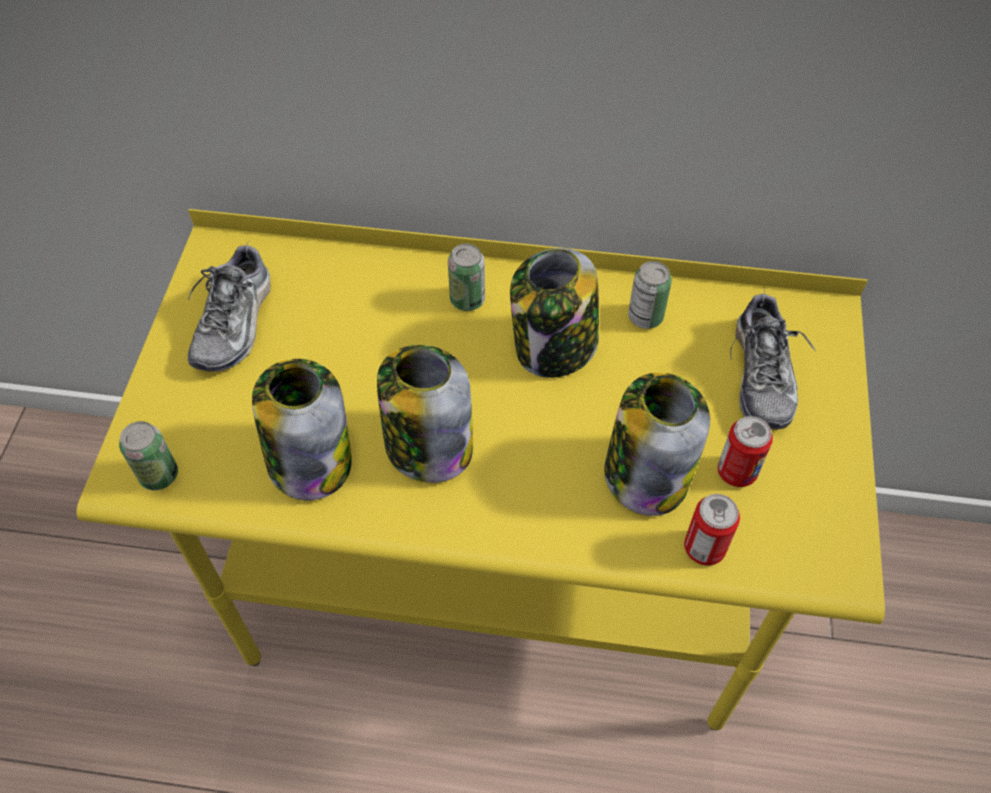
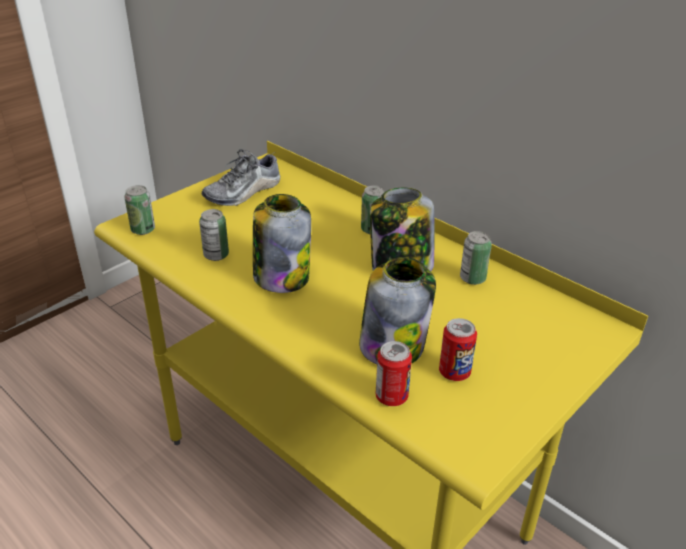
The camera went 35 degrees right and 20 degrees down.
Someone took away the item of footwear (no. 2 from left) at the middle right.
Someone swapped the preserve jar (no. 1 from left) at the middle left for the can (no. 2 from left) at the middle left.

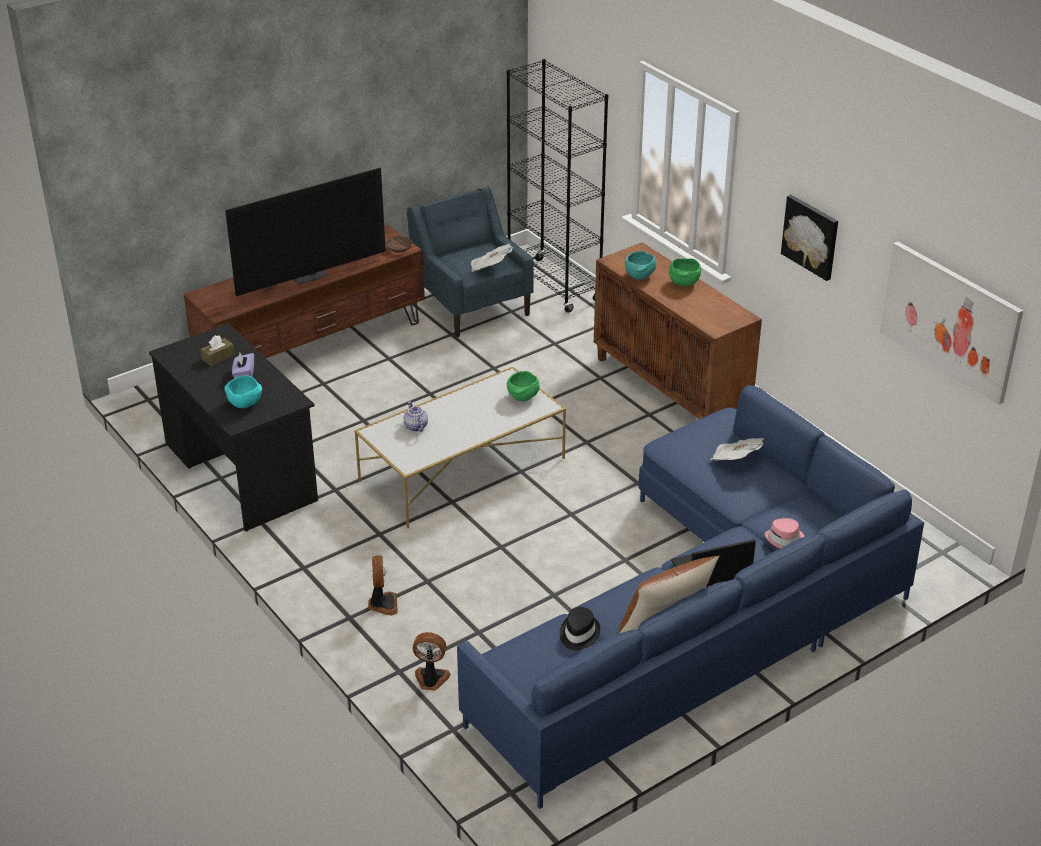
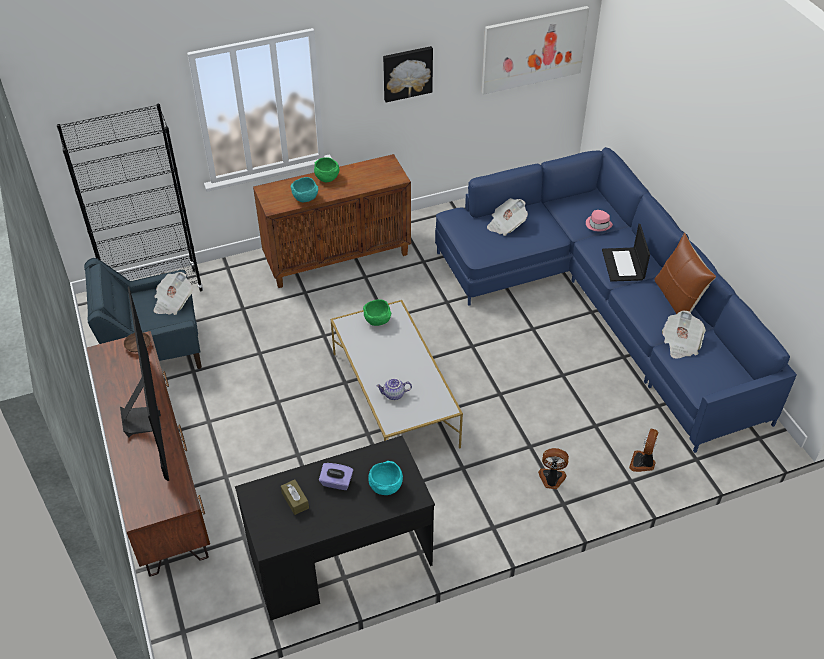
The camera went 75 degrees left and 10 degrees up.
Someone swapped the black-coloured hat at the bottom centre for the newspaper (no. 3 from left) at the middle right.

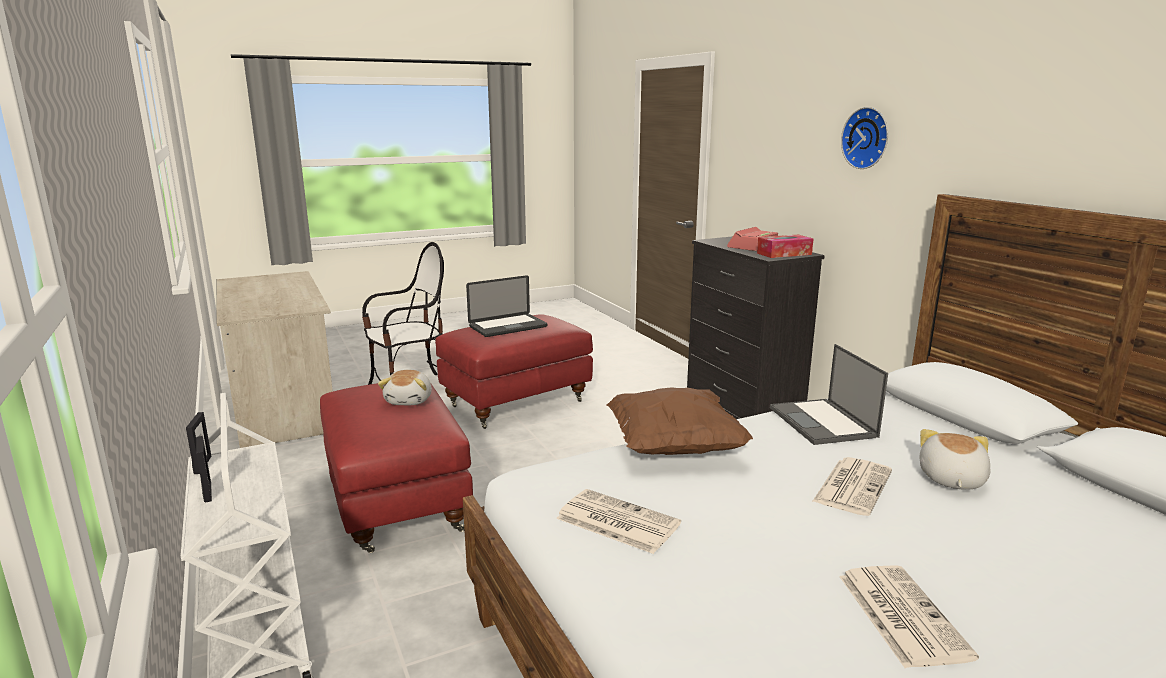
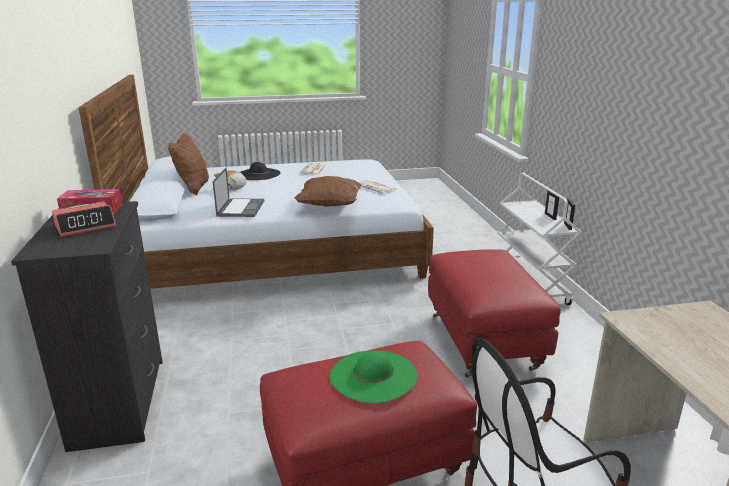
The camera went 165 degrees left and 5 degrees up.
Someone took away the wall clock at the top right.
Someone swapped the laptop (no. 1 from left) at the centre for the green-coloured hat at the bottom centre.
Someone took away the plush toy (no. 1 from left) at the centre.
Someone took away the newspaper (no. 2 from left) at the bottom right.
Someone put down the brown-coloured cushion (no. 1 from left) at the middle left.
Someone put down the black-coloured hat at the centre.

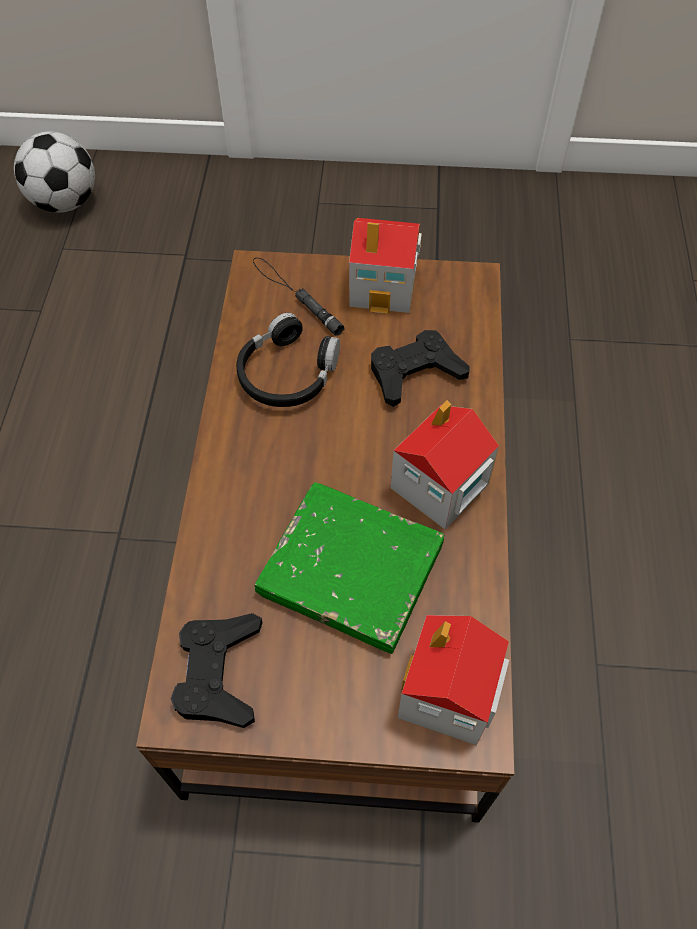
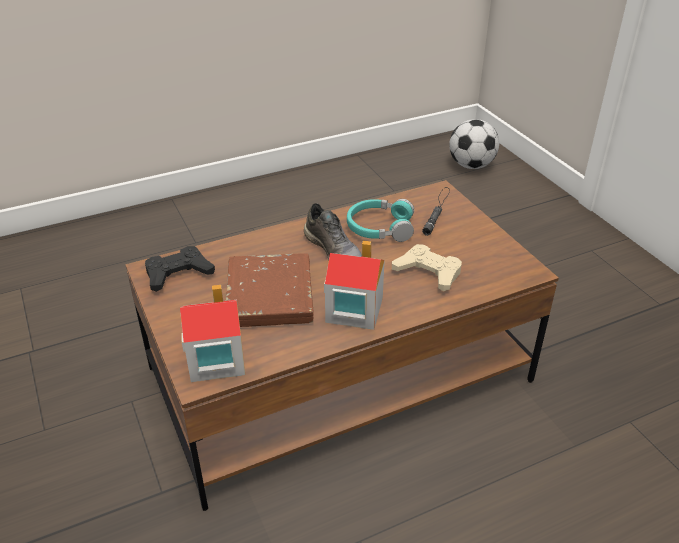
The camera went 60 degrees right and 20 degrees down.
Someone took away the toy house (no. 1 from left) at the top centre.
Someone repainted the black-coloured pair of headphones at the centre, which became the turquoise-coloured pair of headphones at the centre.
Someone repainted the black-coloured gamepad (no. 2 from left) at the centre, which became the beige gamepad at the centre.
Someone repainted the green-coloured book at the centre, which became the brown-coloured book at the centre.
Someone put down the greyish item of footwear at the centre.

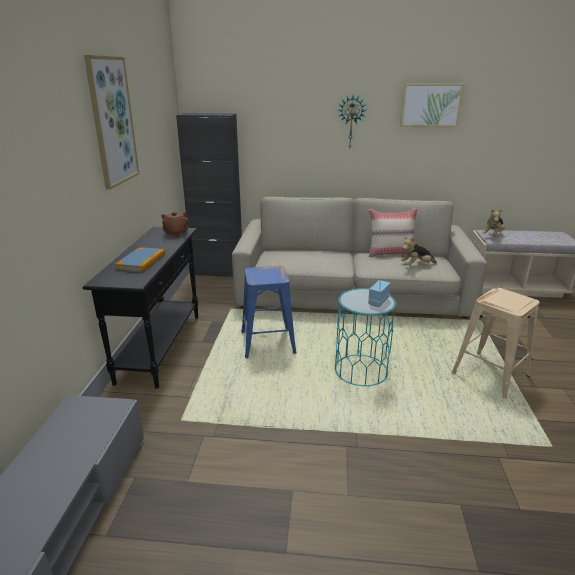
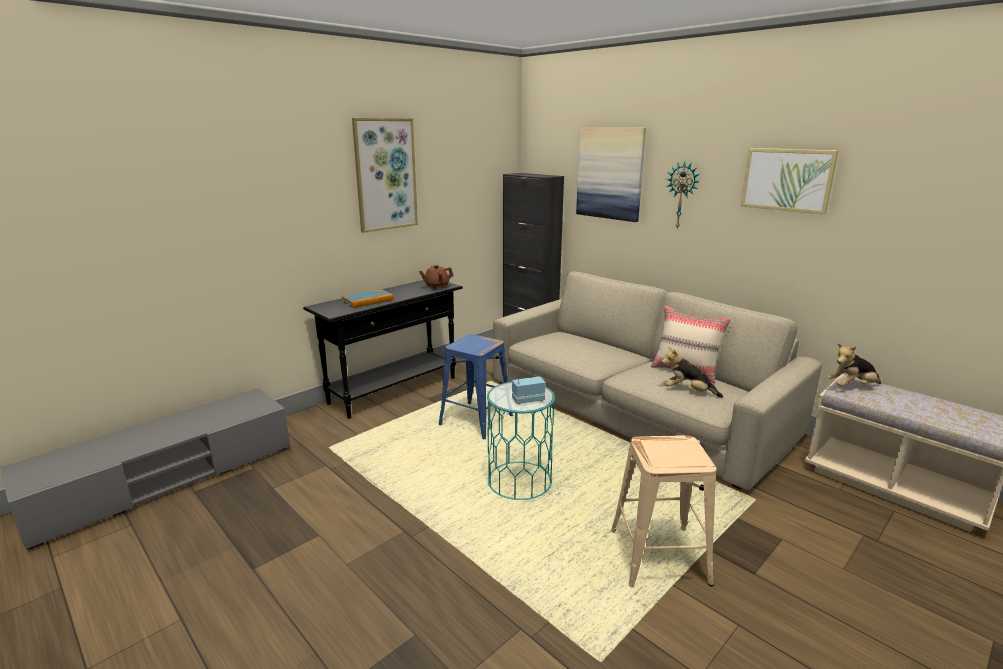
The camera went 40 degrees right and 5 degrees down.
Someone put up the picture (no. 2 from left) at the top centre.

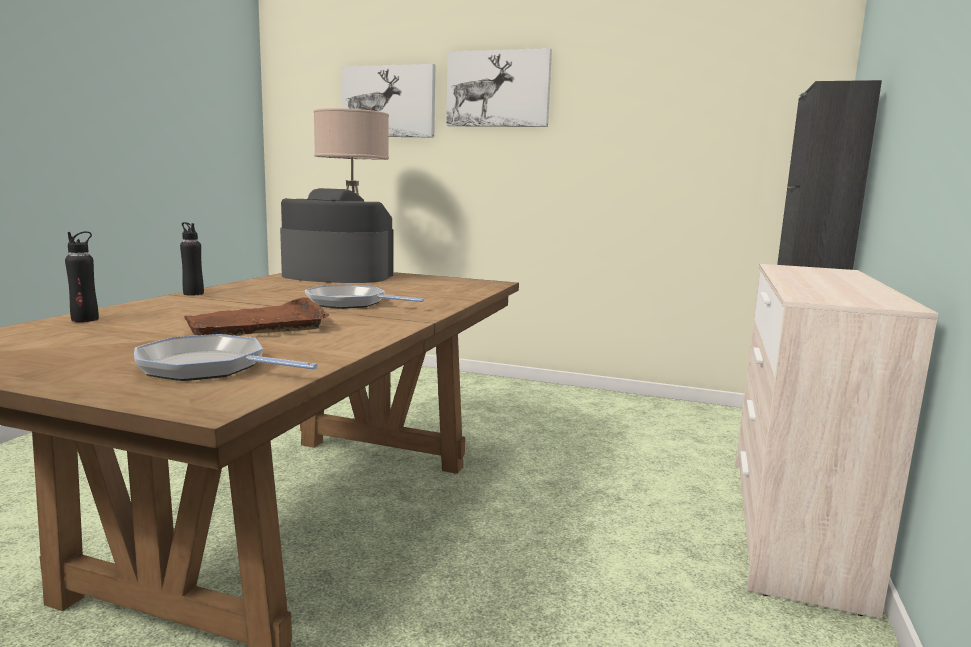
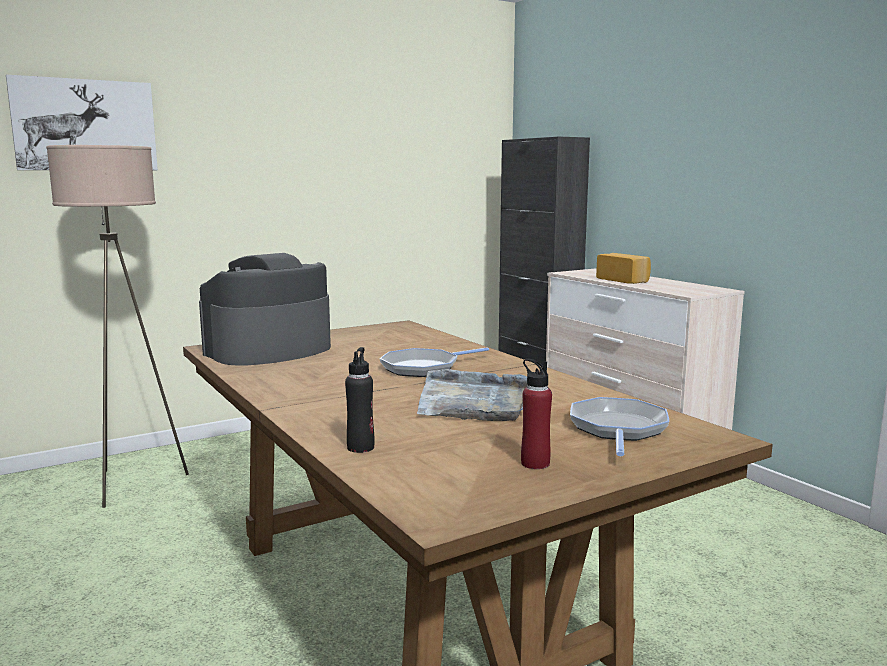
The camera went 50 degrees left and 0 degrees up.
Someone took away the picture (no. 2 from left) at the top centre.
Someone took away the black-coloured drink bottle (no. 2 from left) at the middle left.
Someone repainted the brown-coloured carrying tray at the middle left, which became the greyish carrying tray at the centre.
Someone rotated the frying pan (no. 1 from left in the first image) at the middle left by 135 degrees clockwise.
Someone put down the bakery bread at the middle right.
Someone put down the red drink bottle at the centre.

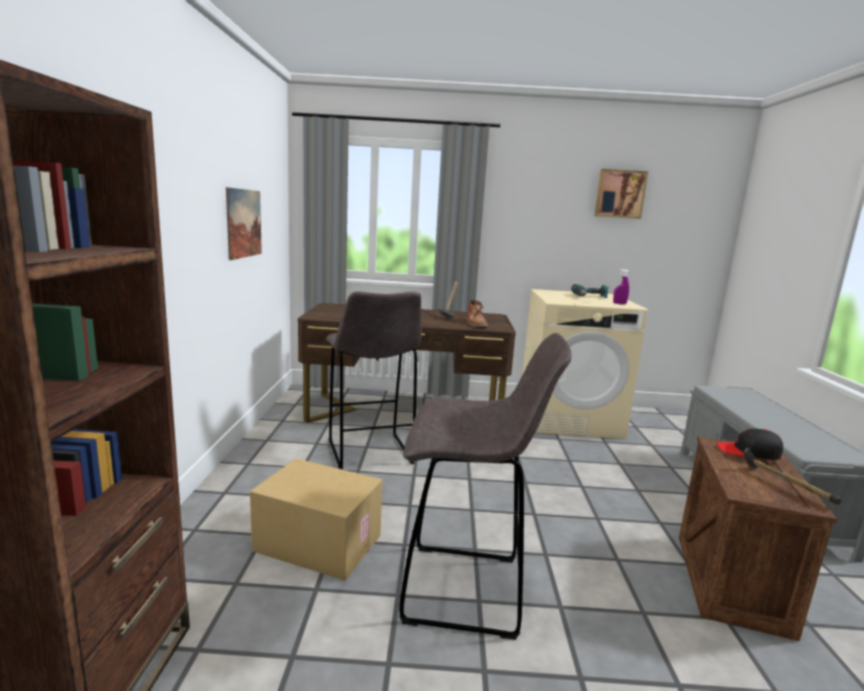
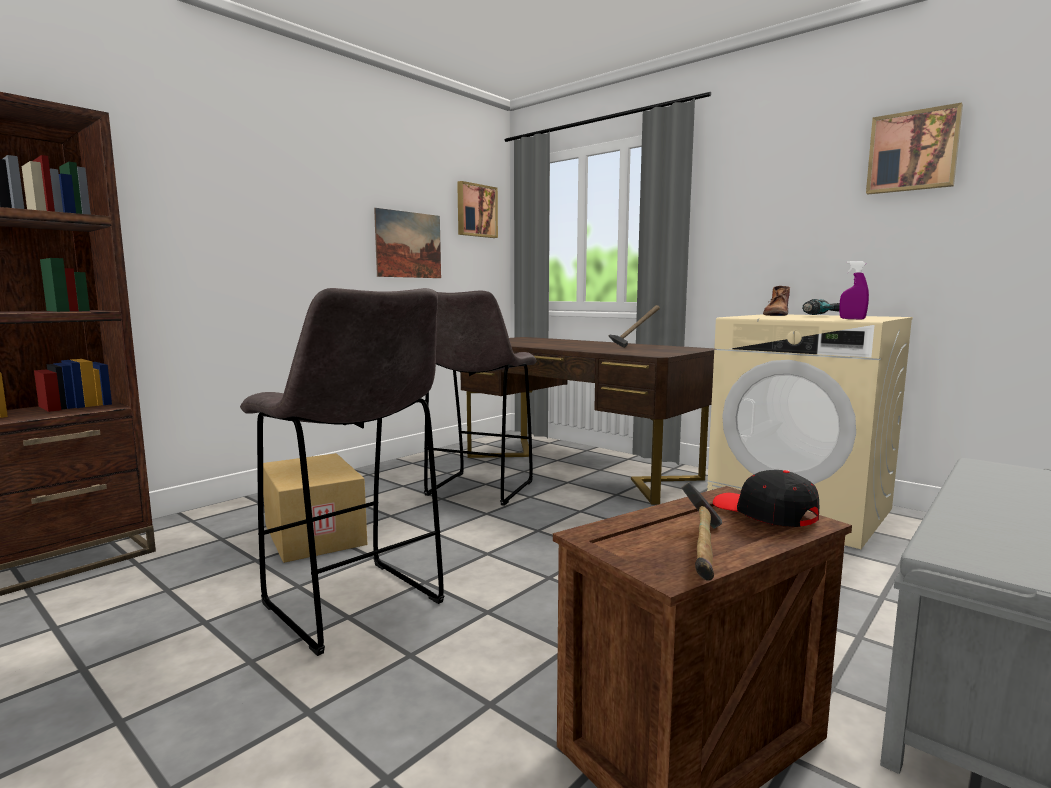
The camera went 40 degrees right and 5 degrees down.
Someone carried the brown-coloured tall boot from the centre to the middle right.
Someone put up the picture (no. 2 from left) at the top centre.

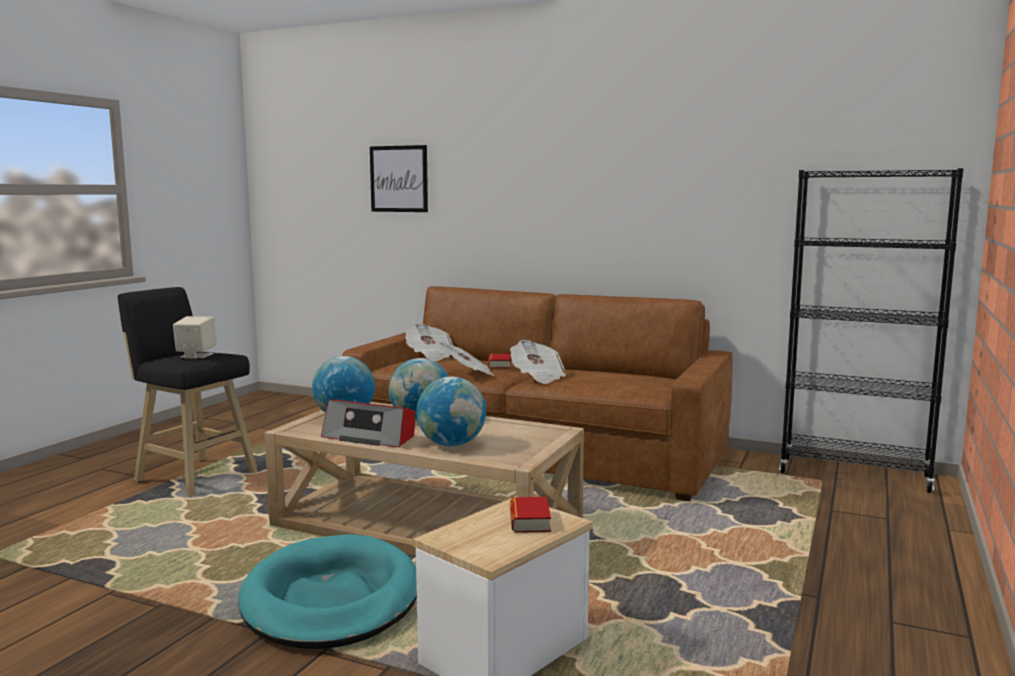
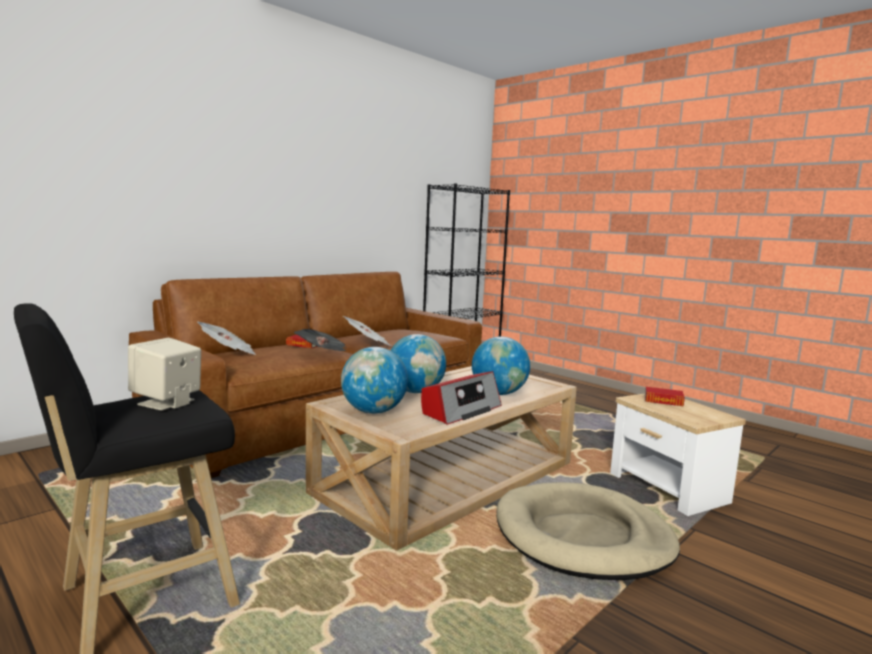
The camera went 70 degrees left and 0 degrees up.
Someone took away the picture at the top centre.
Someone repainted the turquoise-coloured pet bed at the bottom left, which became the beige pet bed at the bottom right.

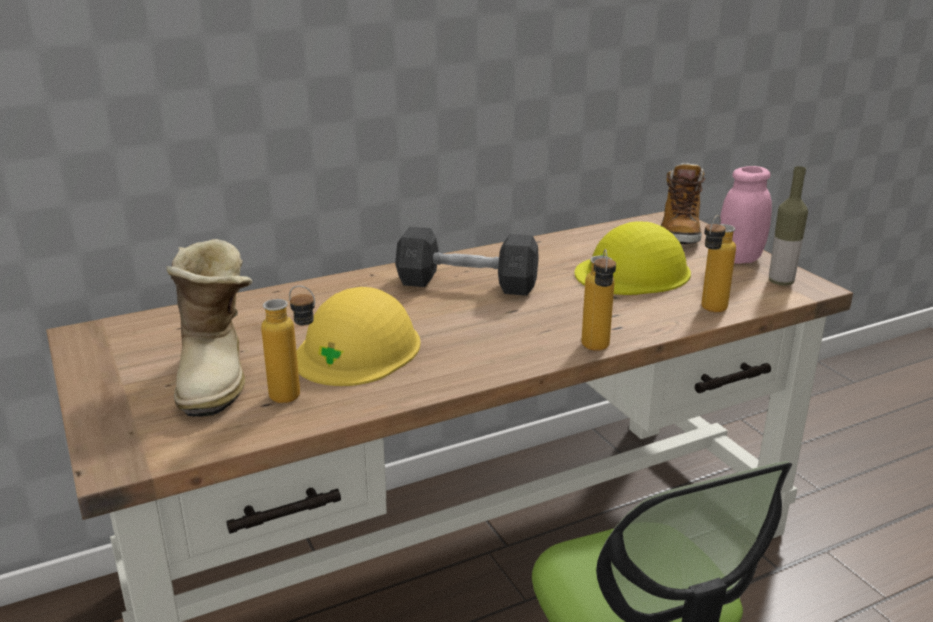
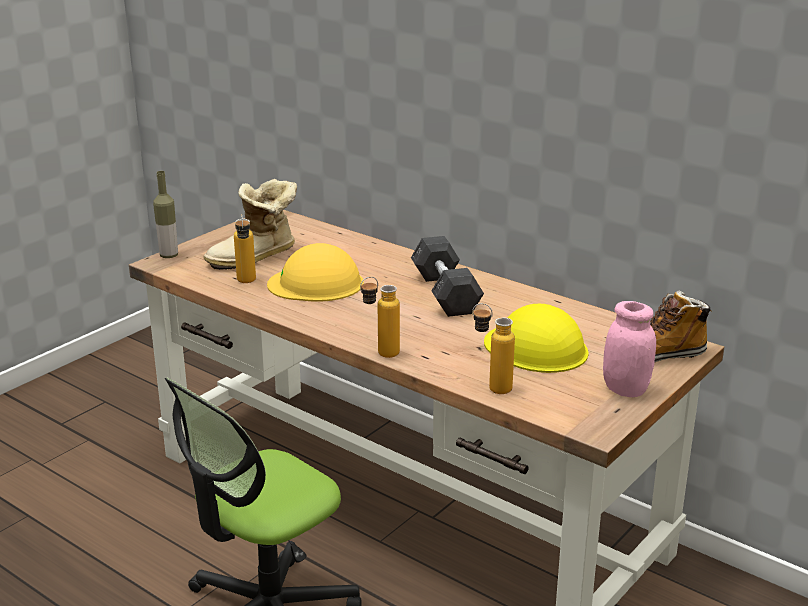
The camera went 65 degrees right and 0 degrees up.
Someone carried the drink bottle (no. 4 from left in the first image) from the middle right to the middle left.

